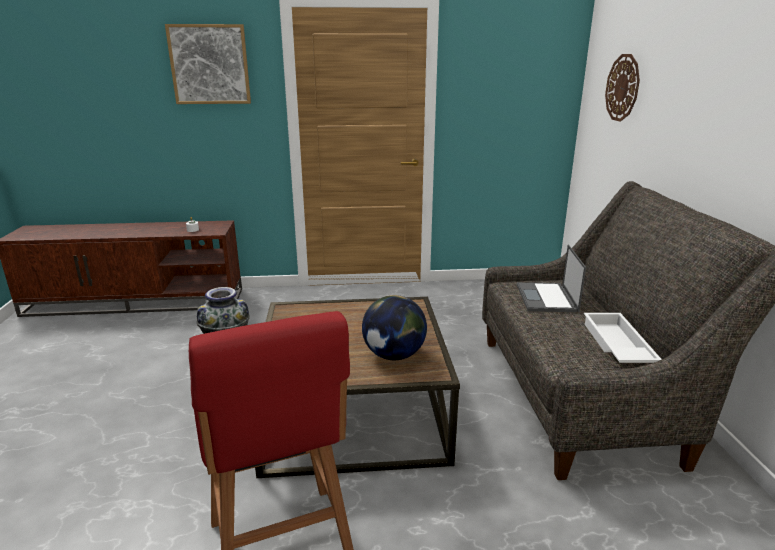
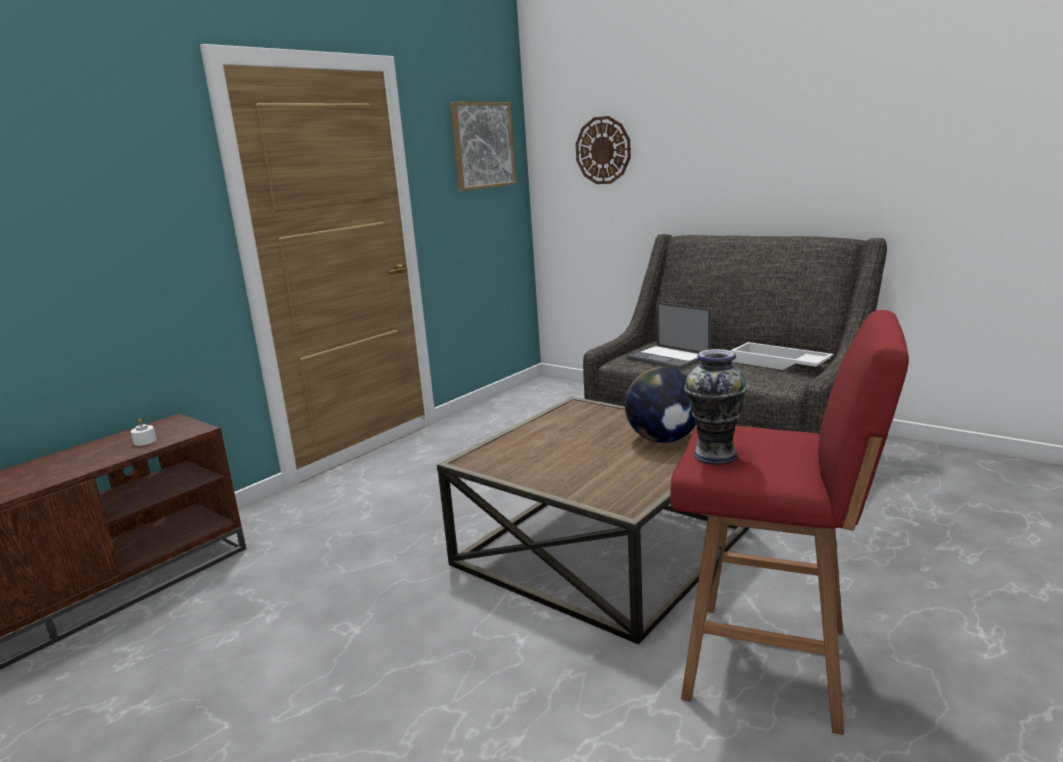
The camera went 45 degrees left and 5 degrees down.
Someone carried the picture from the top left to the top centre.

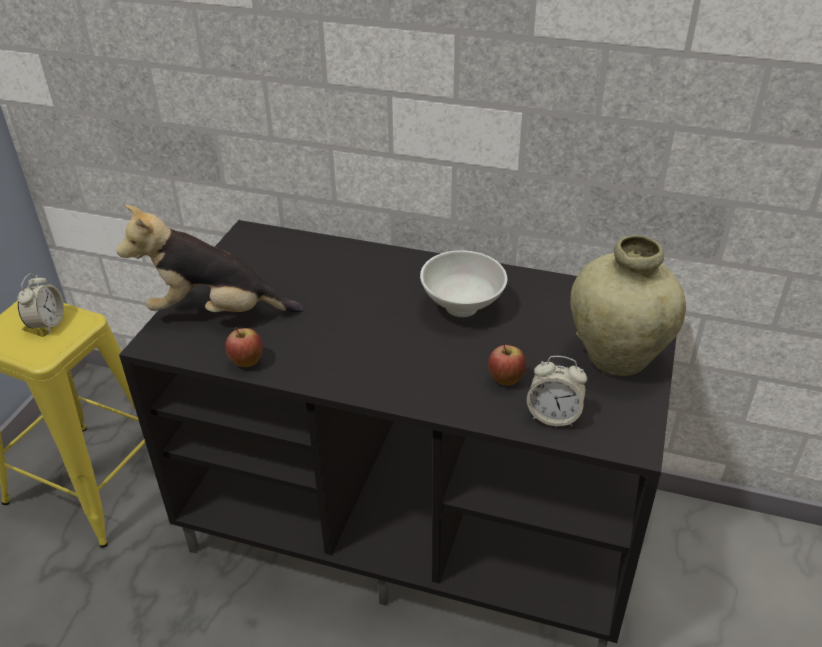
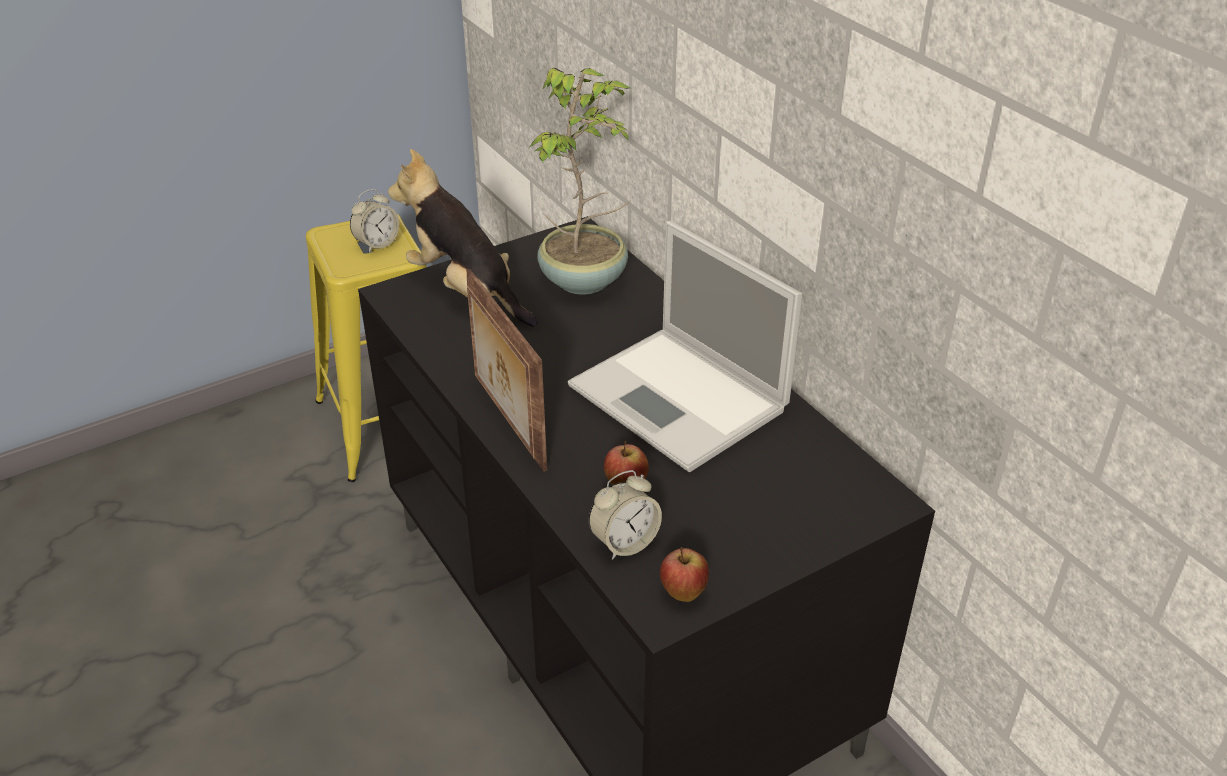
The camera went 40 degrees right and 0 degrees up.
Someone took away the beige decorative vase at the middle right.
Someone swapped the white deep dish at the centre for the laptop at the centre.
Someone carried the apple fruit (no. 1 from left in the first image) from the middle left to the bottom centre.
Someone rotated the bedside clock (no. 2 from left) at the middle right by 90 degrees counterclockwise.
Someone put down the plant in a pot at the top centre.
Someone put down the standing frame at the centre.

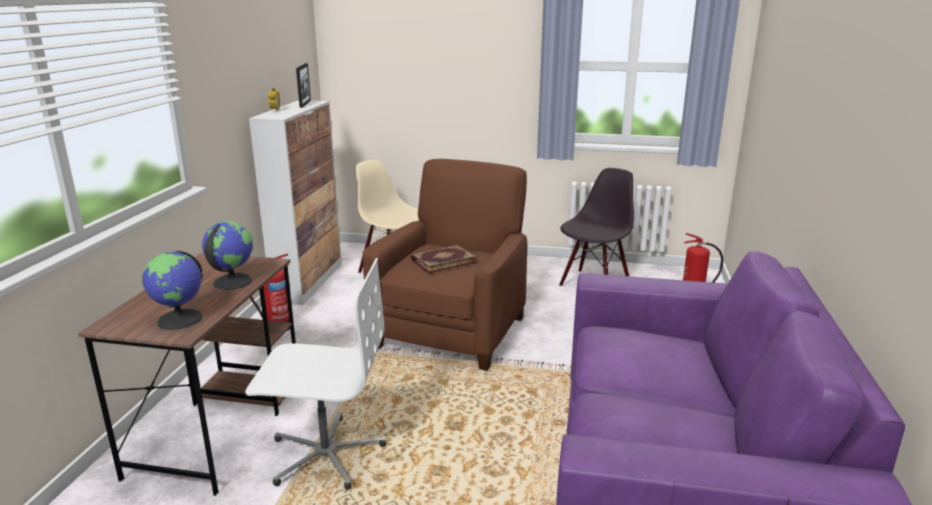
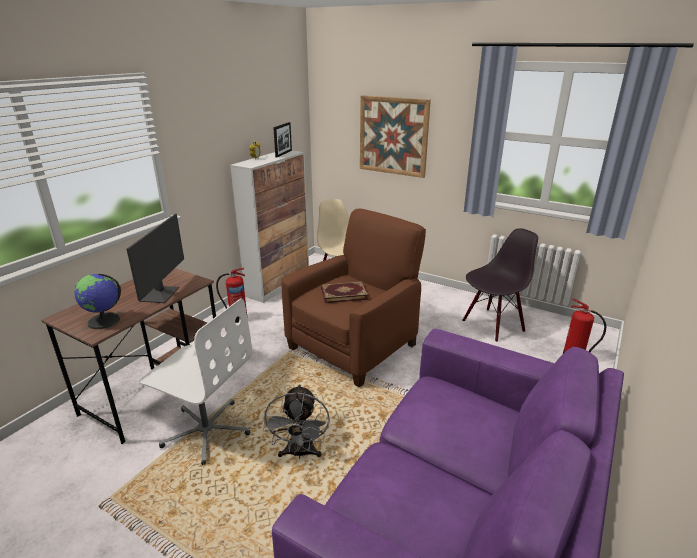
The camera went 20 degrees right and 5 degrees up.
Someone swapped the globe (no. 2 from left) at the middle left for the computer screen at the middle left.
Someone put up the picture at the top centre.
Someone put down the greyish cooling fan at the bottom centre.

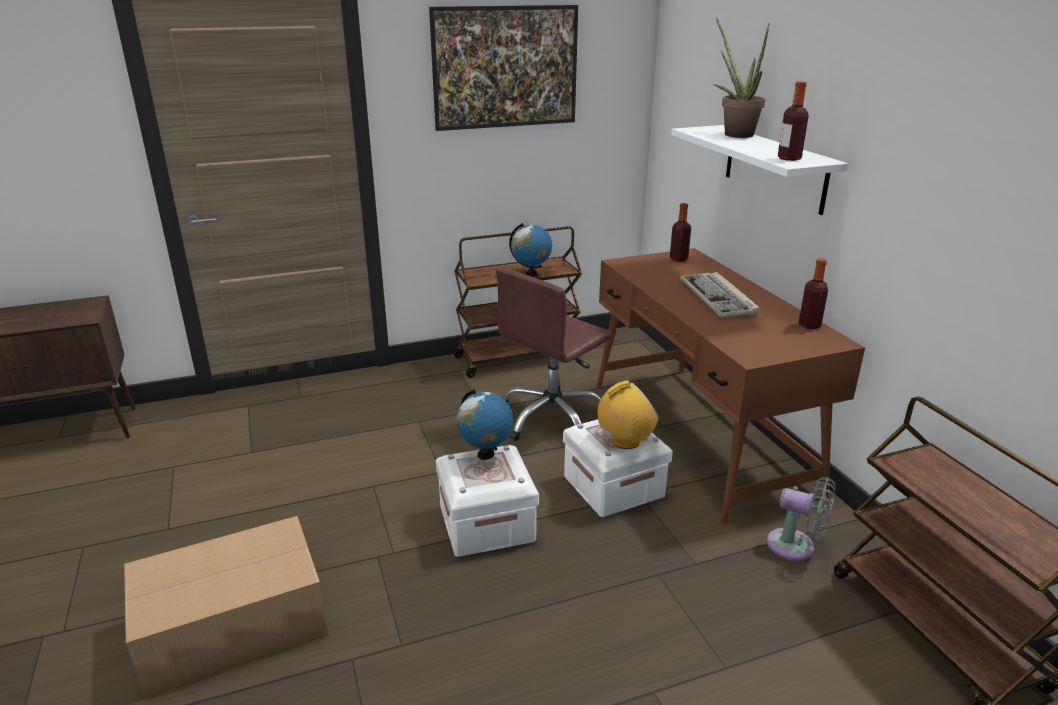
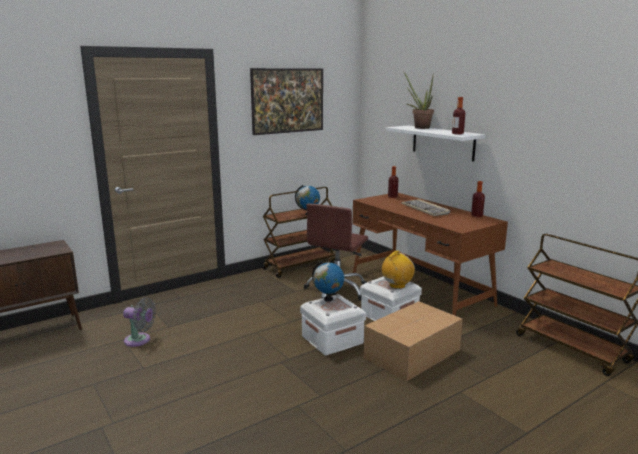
The camera went 15 degrees left and 10 degrees down.
Someone carried the greyish cooling fan from the bottom right to the bottom left.
Someone carried the packing box from the bottom left to the bottom centre.

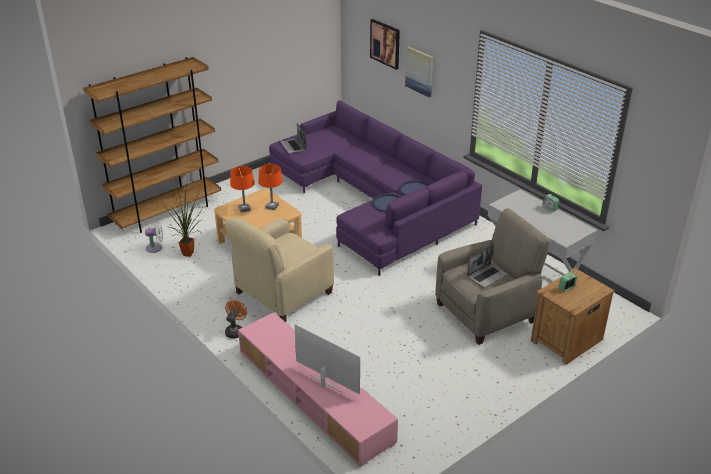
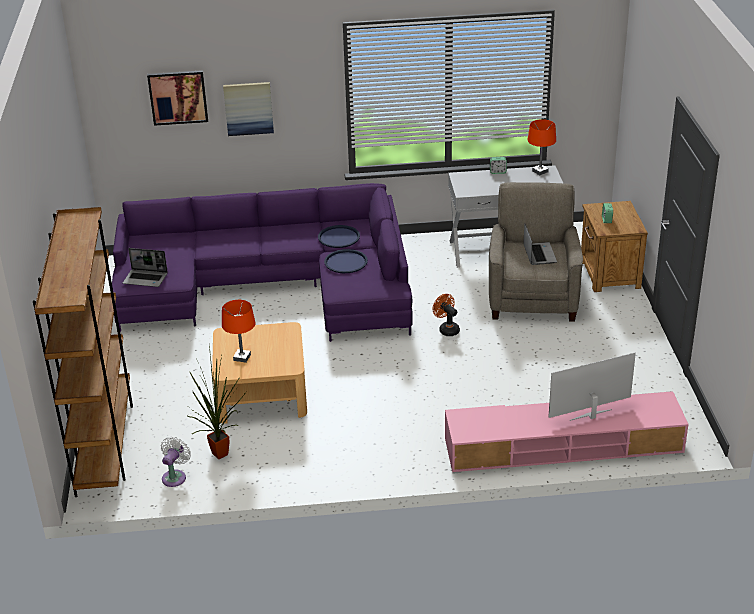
The camera went 55 degrees left and 0 degrees up.
Someone carried the orange table lamp (no. 2 from left) from the centre to the top right.
Someone took away the beige lounge chair (no. 1 from left) at the centre.
Someone carried the orange cooling fan from the bottom left to the centre.

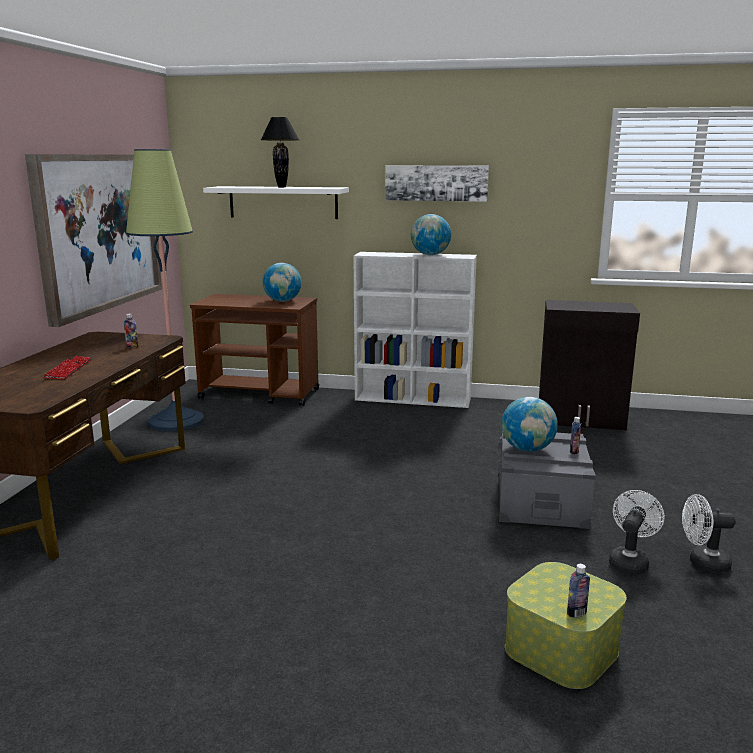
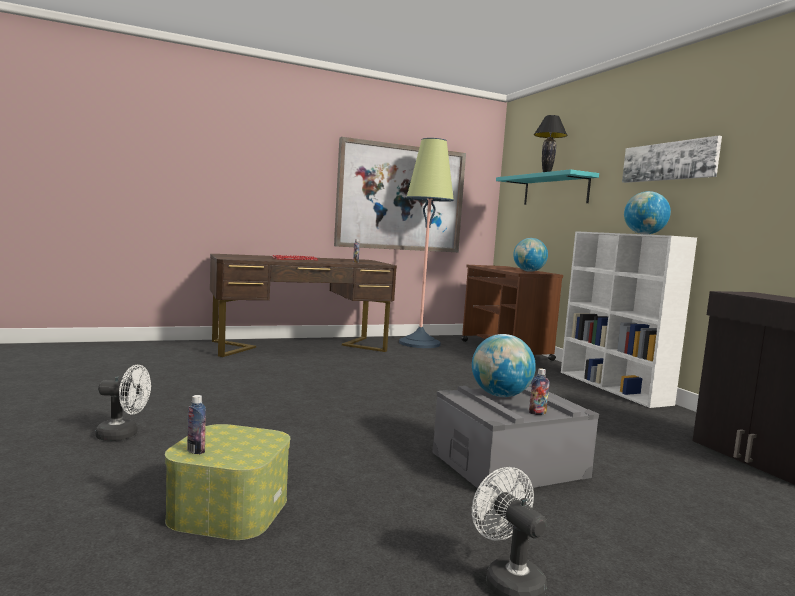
The camera went 55 degrees right and 10 degrees down.
Someone repainted the white shelf at the top centre, which became the turquoise-coloured shelf at the top right.
Someone carried the white cooling fan (no. 1 from left) from the bottom right to the bottom left.

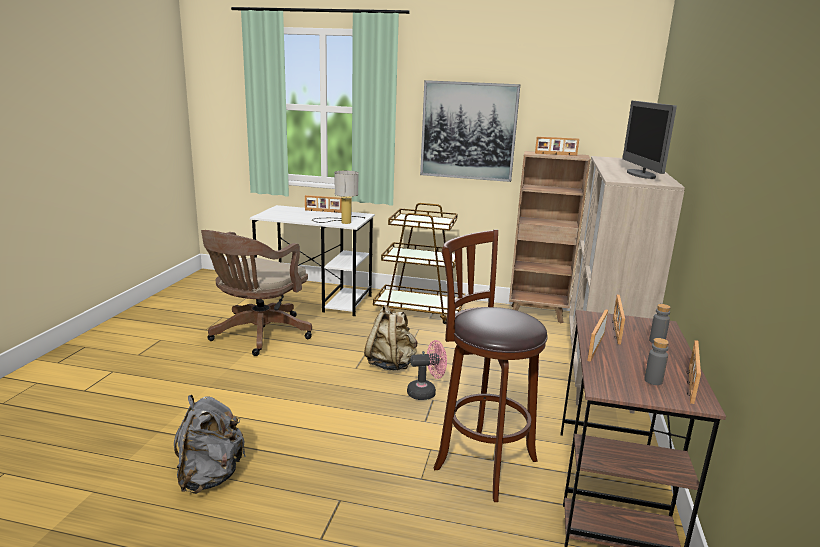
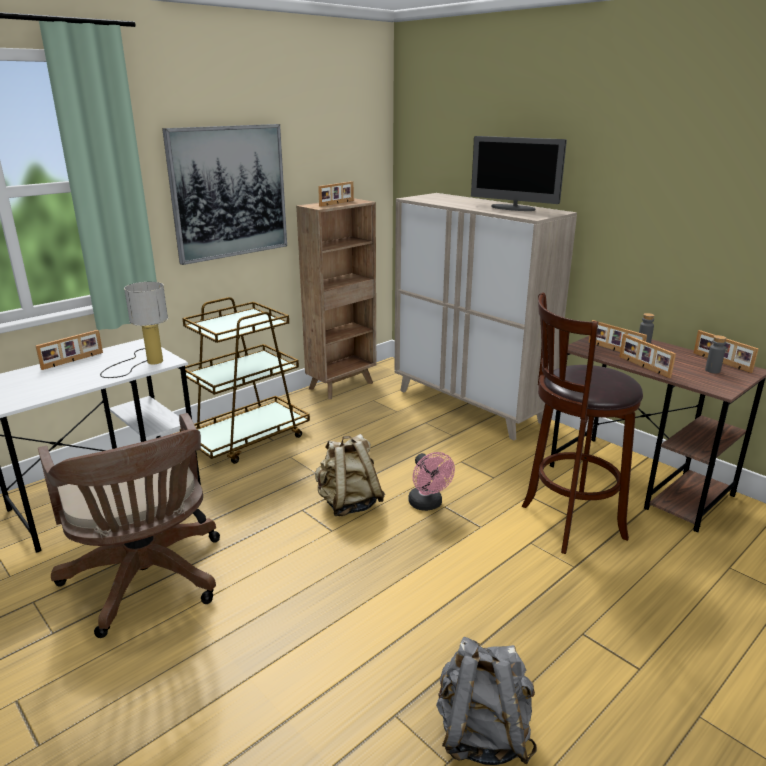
The camera went 55 degrees left and 5 degrees up.
Someone rotated the pink cooling fan at the bottom centre by 135 degrees clockwise.

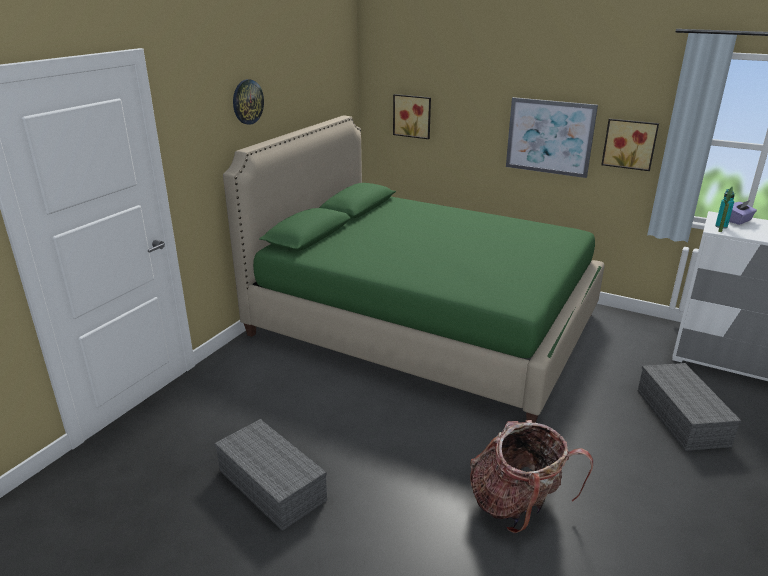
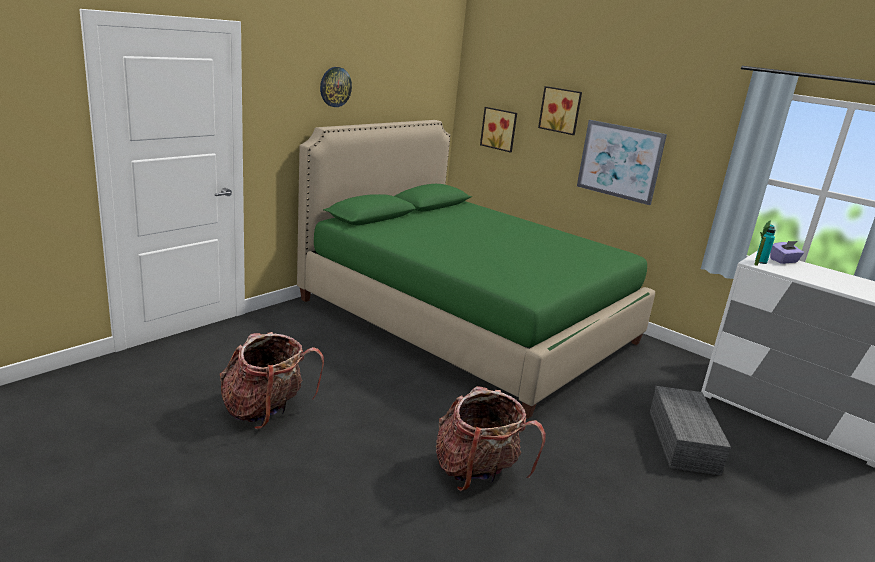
The camera went 10 degrees right and 5 degrees down.
Someone carried the picture (no. 3 from left in the first image) from the top right to the top centre.
Someone swapped the greyish storage bin (no. 1 from left) at the bottom centre for the backpack (no. 1 from left) at the bottom left.

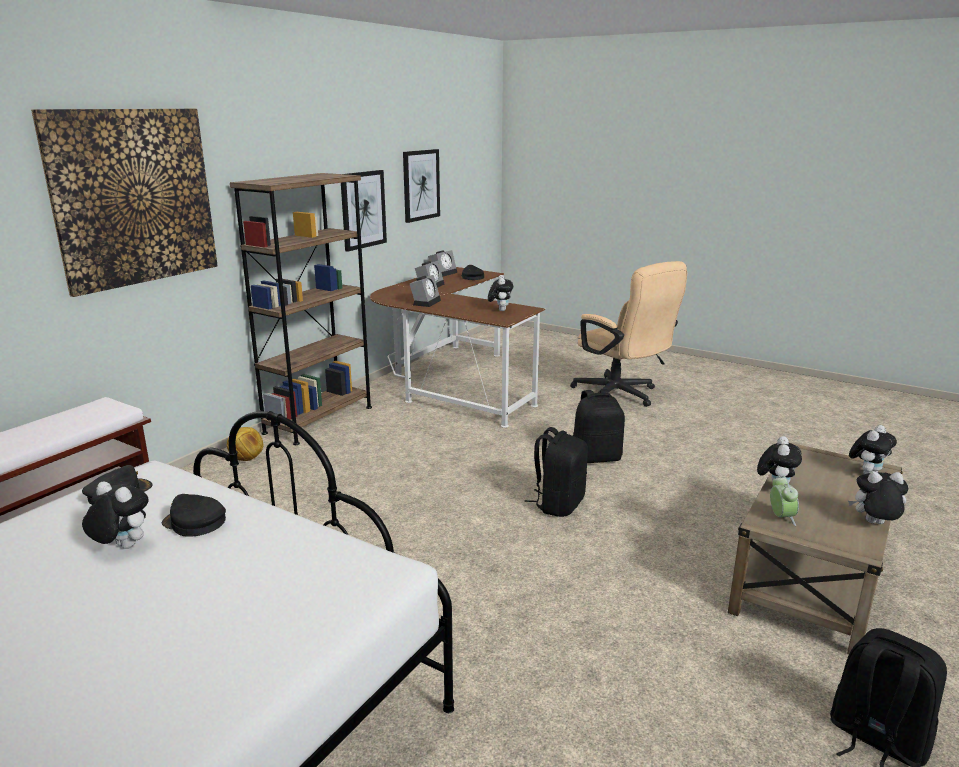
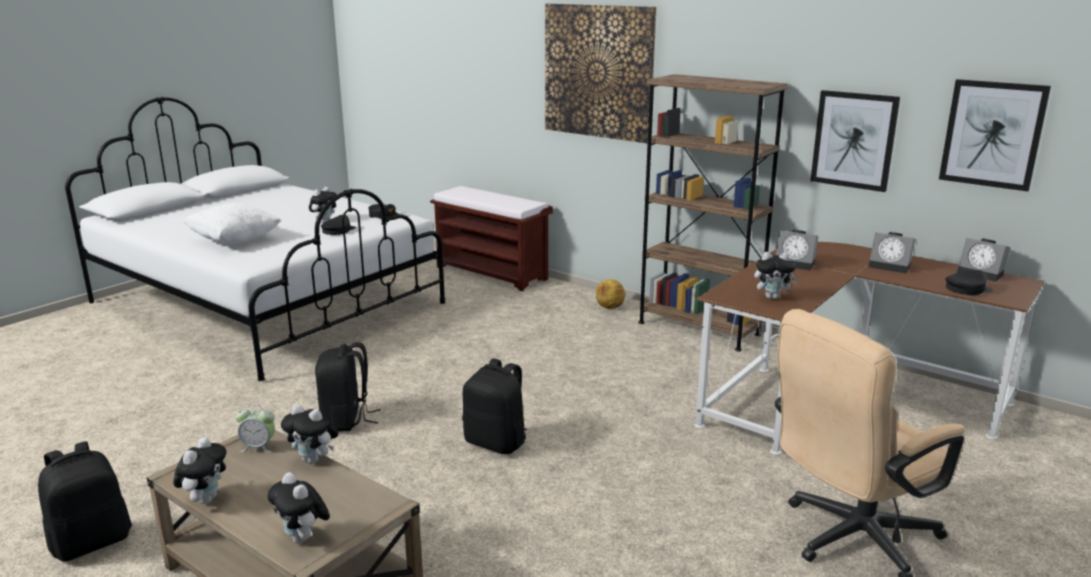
The camera went 95 degrees right and 0 degrees up.
Someone carried the black-coloured backpack (no. 2 from left) from the centre to the bottom left.
Someone put down the white cushion at the middle left.

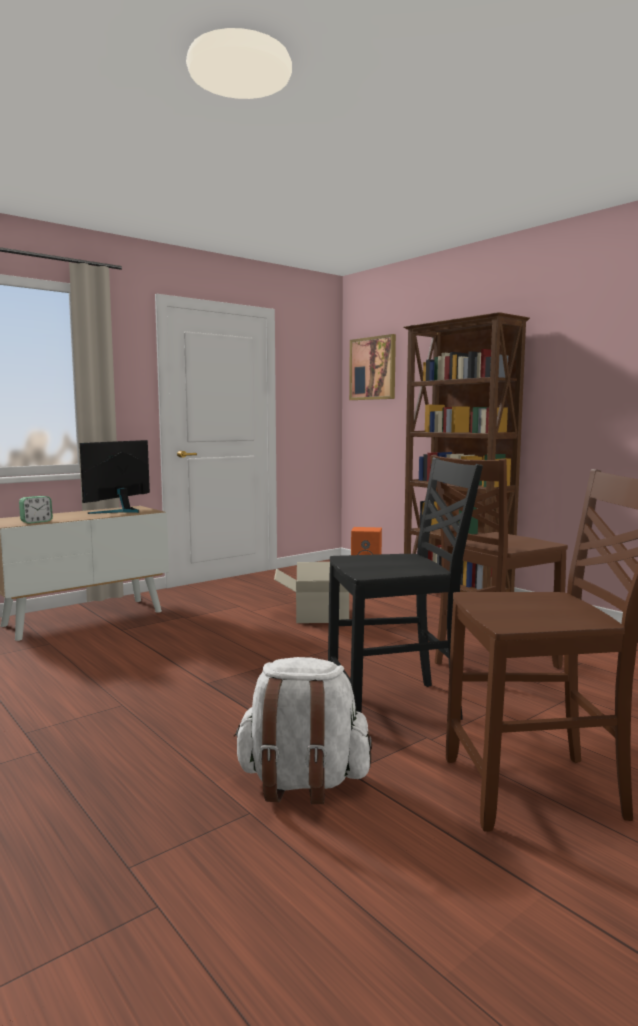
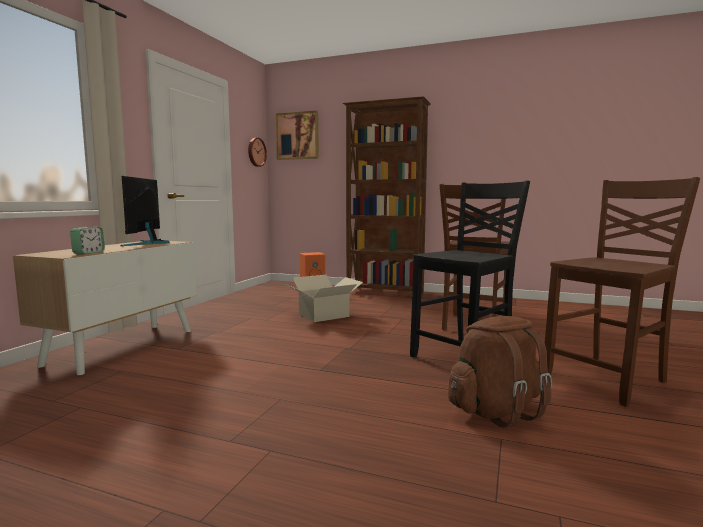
The camera went 30 degrees left and 0 degrees up.
Someone repainted the white backpack at the bottom centre, which became the brown-coloured backpack at the bottom right.
Someone put up the wall clock at the top centre.

